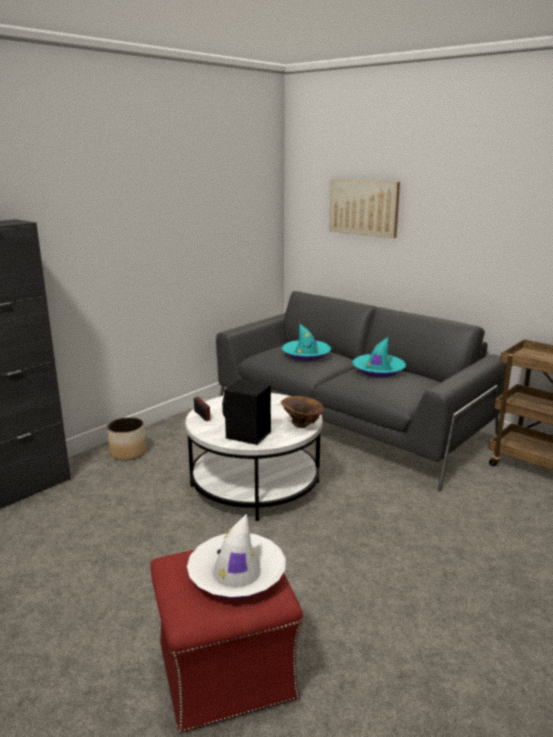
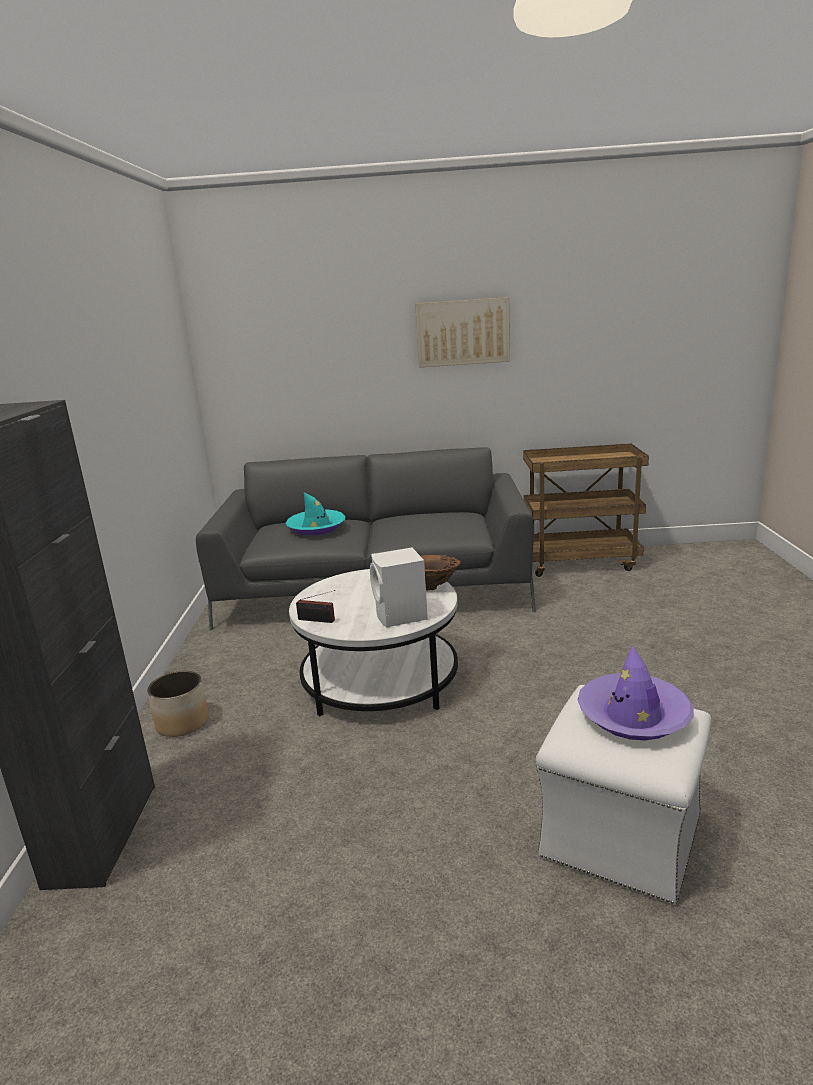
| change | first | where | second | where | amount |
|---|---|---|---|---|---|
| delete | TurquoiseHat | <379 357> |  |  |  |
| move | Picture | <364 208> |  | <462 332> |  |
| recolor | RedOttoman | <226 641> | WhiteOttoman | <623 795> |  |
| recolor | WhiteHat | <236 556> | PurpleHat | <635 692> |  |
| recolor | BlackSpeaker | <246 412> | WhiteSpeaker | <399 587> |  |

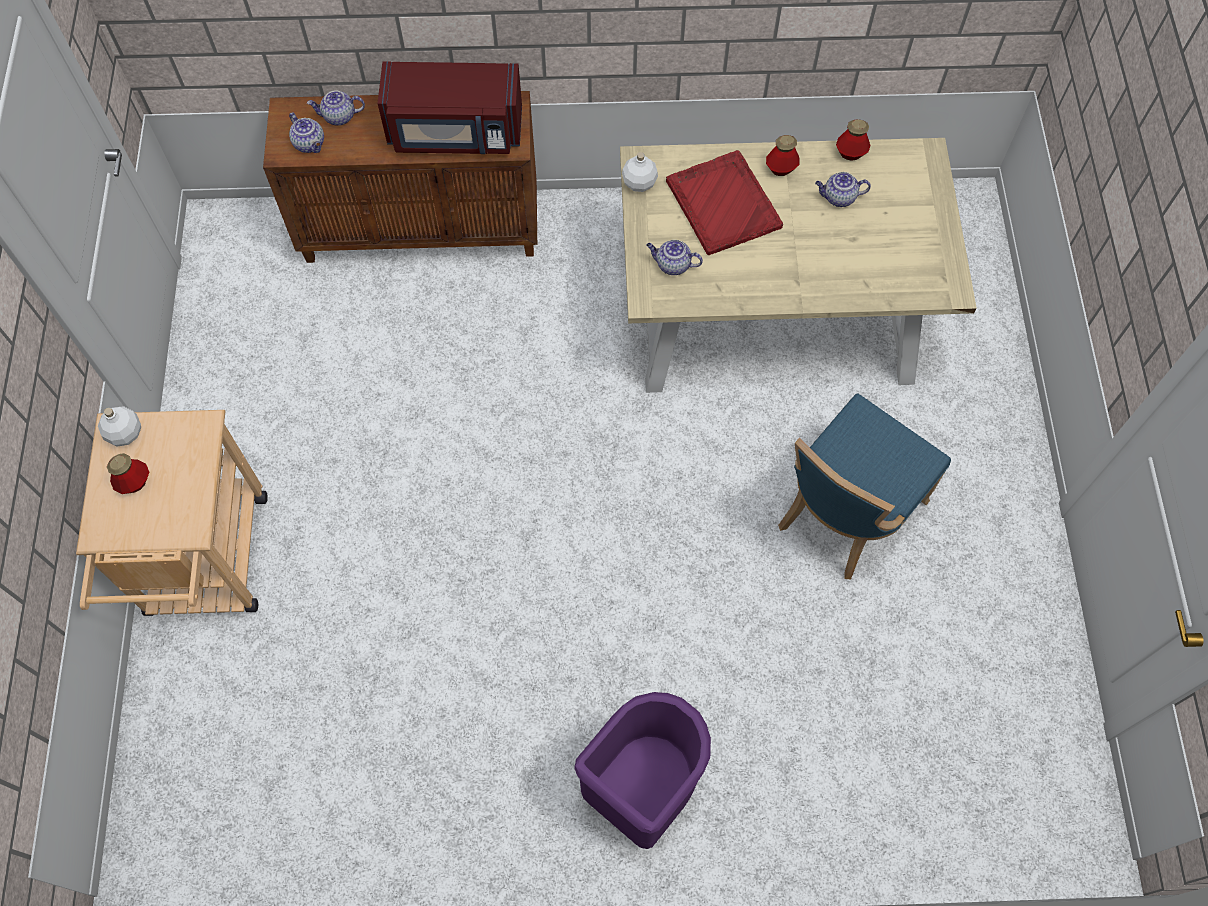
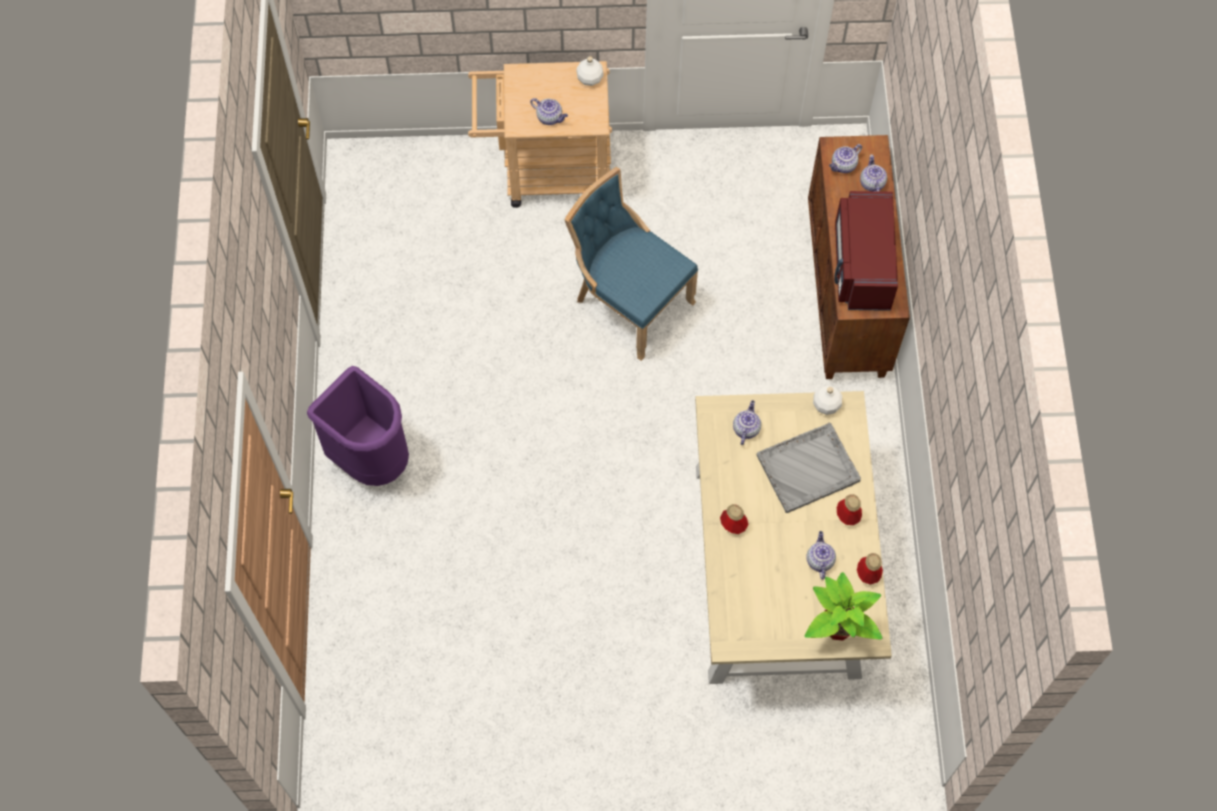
| change | first | where | second | where | amount |
|---|---|---|---|---|---|
| insert |  |  | Teapot | <549 111> |  |
| insert |  |  | PottedPlant | <843 606> |  |
| move | Bottle | <128 473> |  | <734 519> |  |
| move | BlueChair | <864 486> |  | <631 264> |  |
| recolor | RedTray | <724 202> | GreyTray | <809 468> |  |

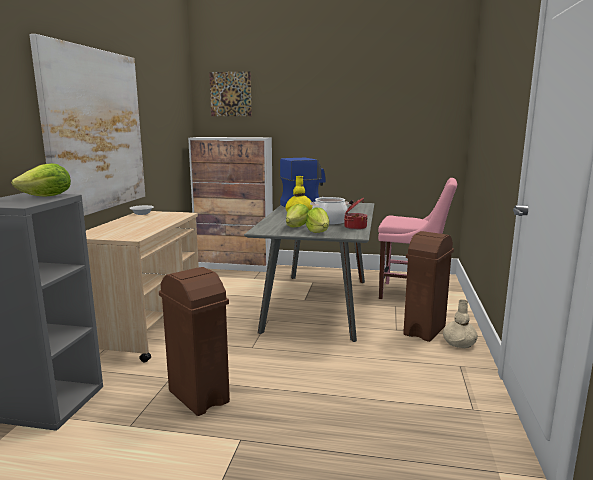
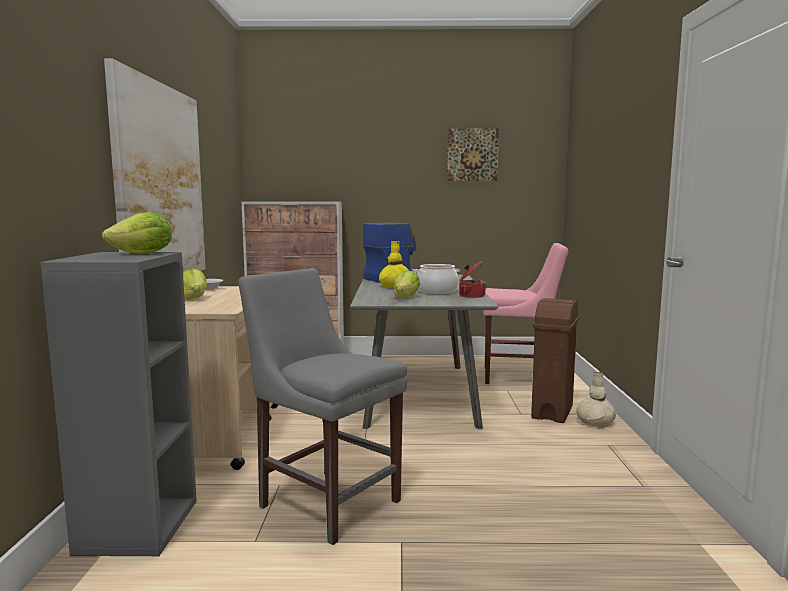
| change | first | where | second | where | amount |
|---|---|---|---|---|---|
| move | Picture | <230 93> |  | <473 155> |  |
| move | Lettuce | <317 220> |  | <195 284> |  |
| replace | BrownTrashCan | <194 341> | GreyChair | <323 406> |  |

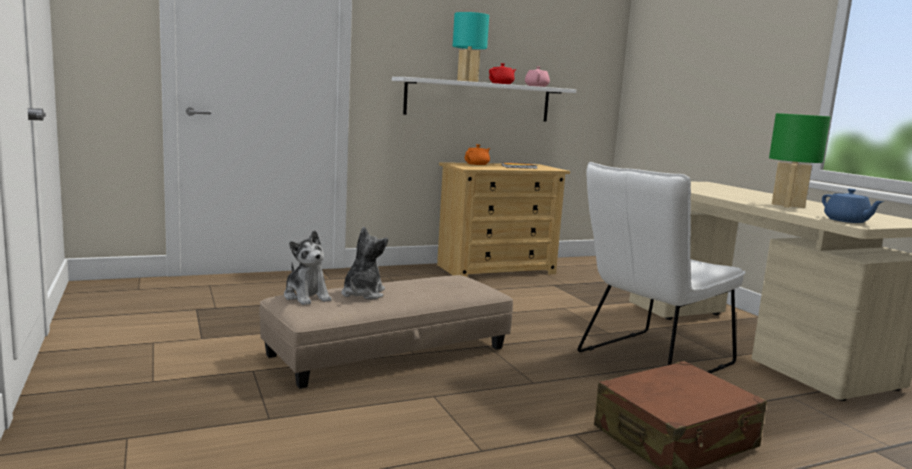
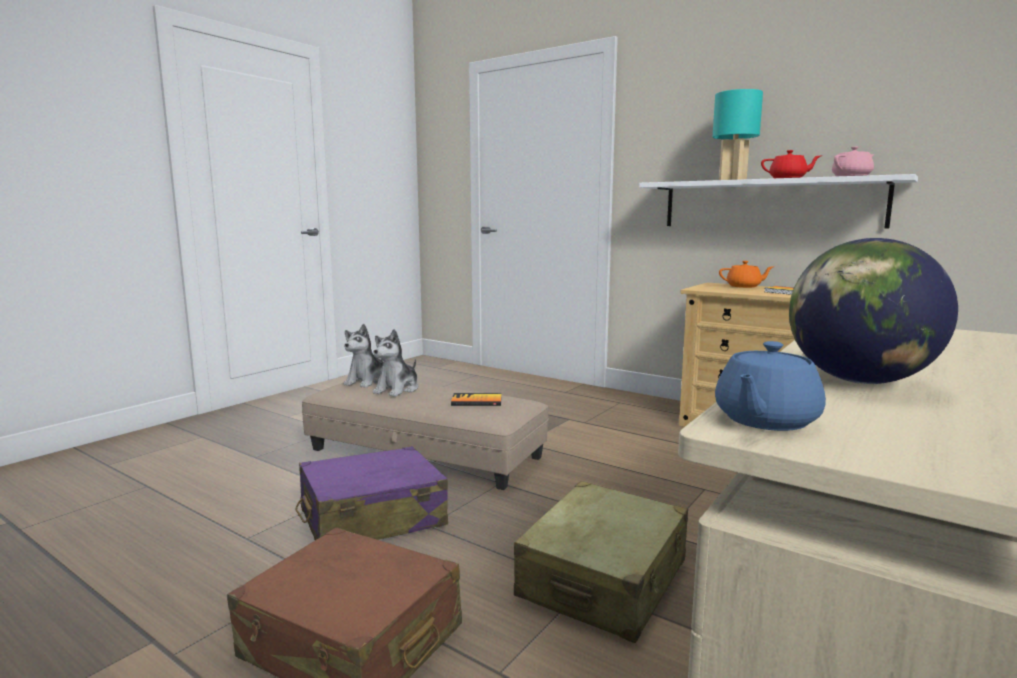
| change | first | where | second | where | amount |
|---|---|---|---|---|---|
| insert |  |  | PurpleSuitcase | <371 493> |  |
| insert |  |  | Book | <476 399> |  |
| replace | WhiteChair | <661 268> | BeigeSuitcase | <601 562> |  |
| replace | GreenTableLamp | <800 160> | Globe | <873 311> |  |
| rotate | PlushToy | <364 263> |  | <395 363> | 135 degrees clockwise |

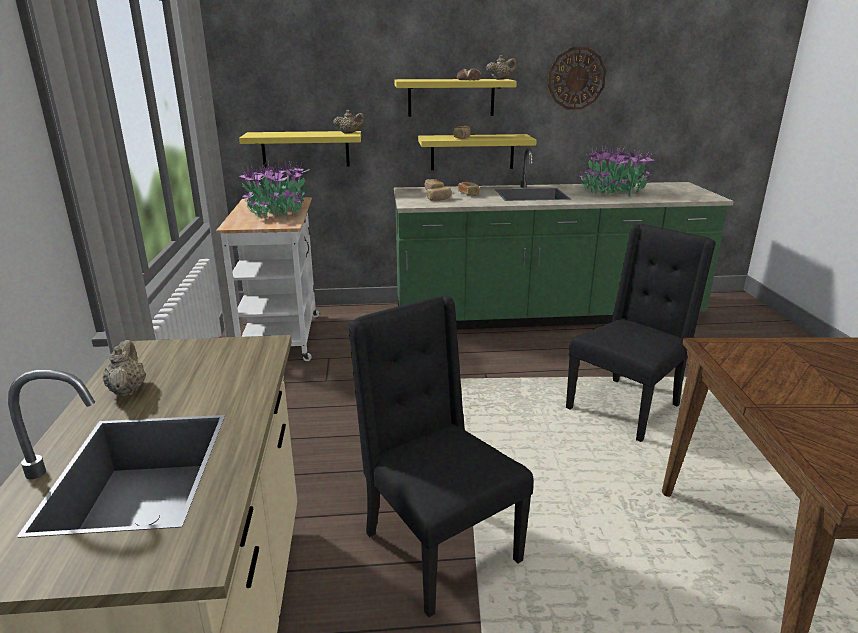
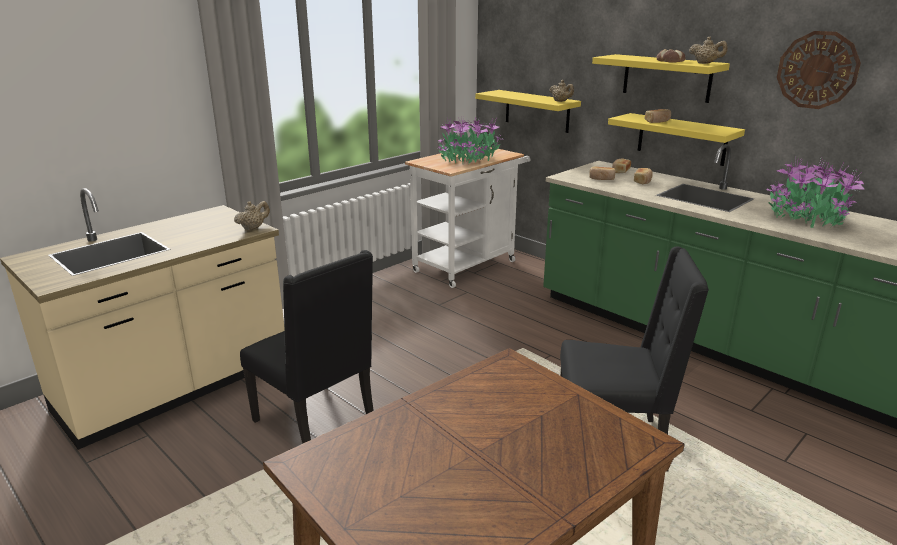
| change | first | where | second | where | amount |
|---|---|---|---|---|---|
| move | BeigeTeapot | <124 368> |  | <252 216> |  |
| rotate | BlackChair | <440 457> |  | <307 347> | 120 degrees clockwise |

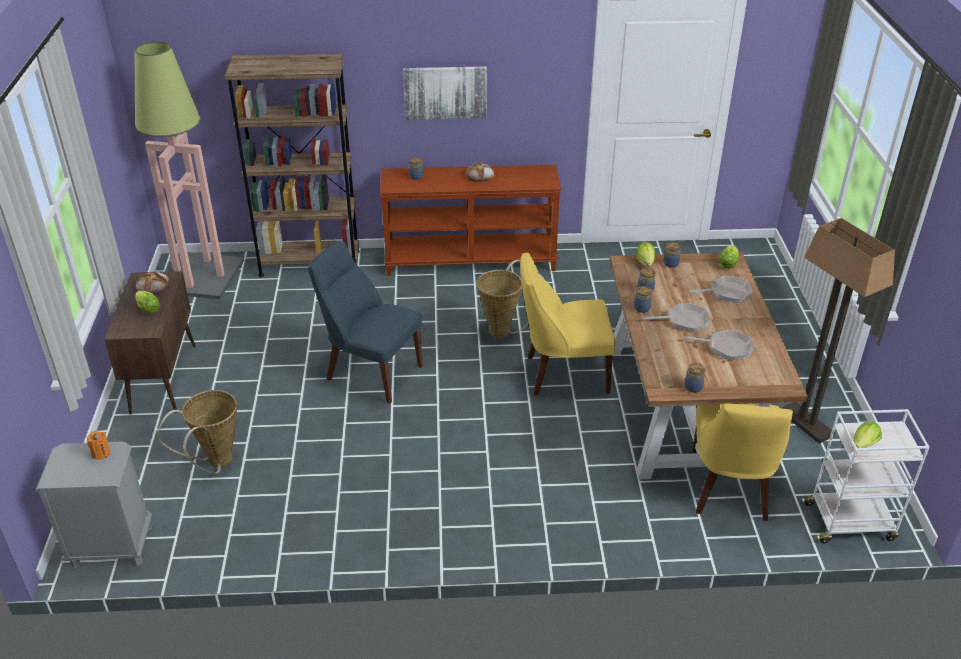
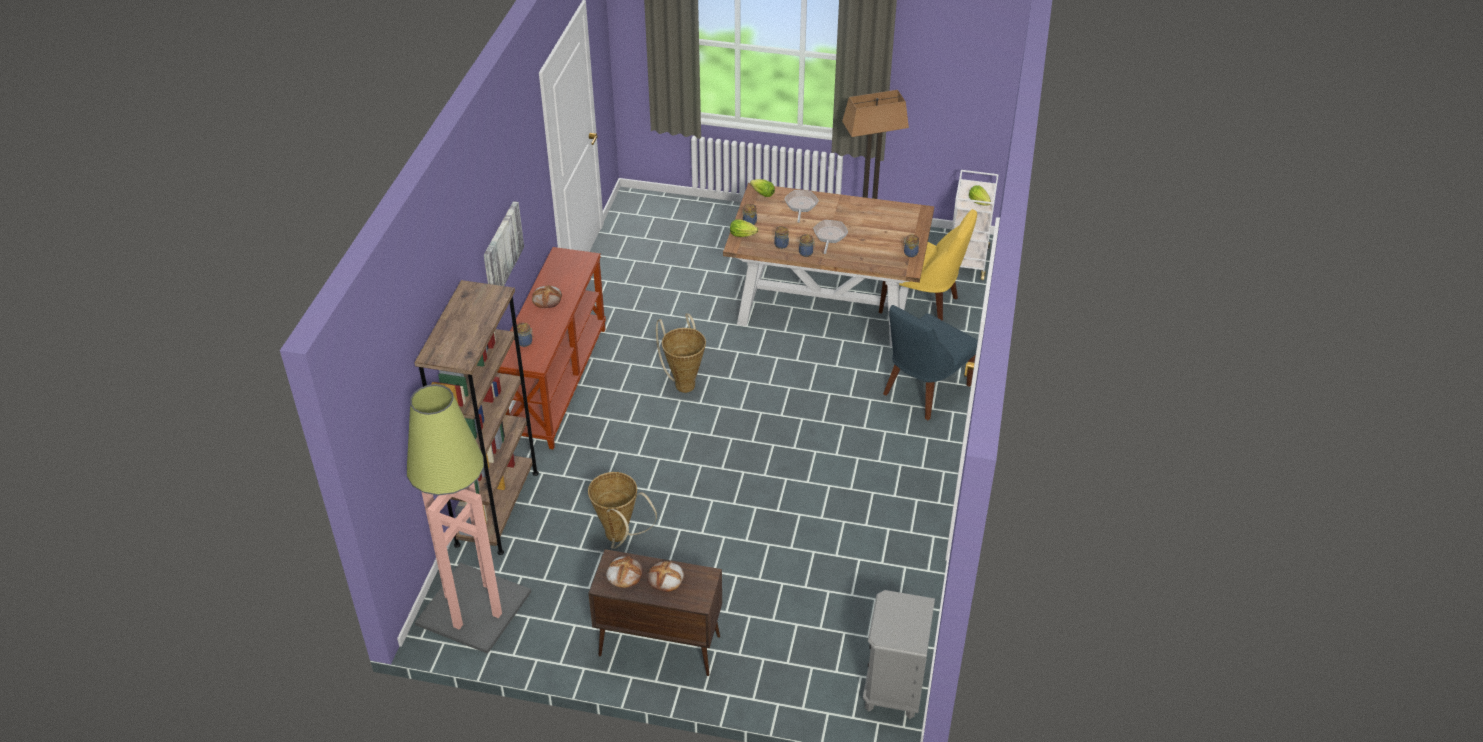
| change | first | where | second | where | amount |
|---|---|---|---|---|---|
| delete | OrangeCandle | <99 445> |  |  |  |
| delete | YellowChair | <567 324> |  |  |  |
| delete | FryingPan | <718 344> |  |  |  |
| move | Basket | <197 432> |  | <622 510> |  |
| move | BlueChair | <365 322> |  | <930 362> |  |
| replace | Lettuce | <147 302> | Bread | <665 576> |  |

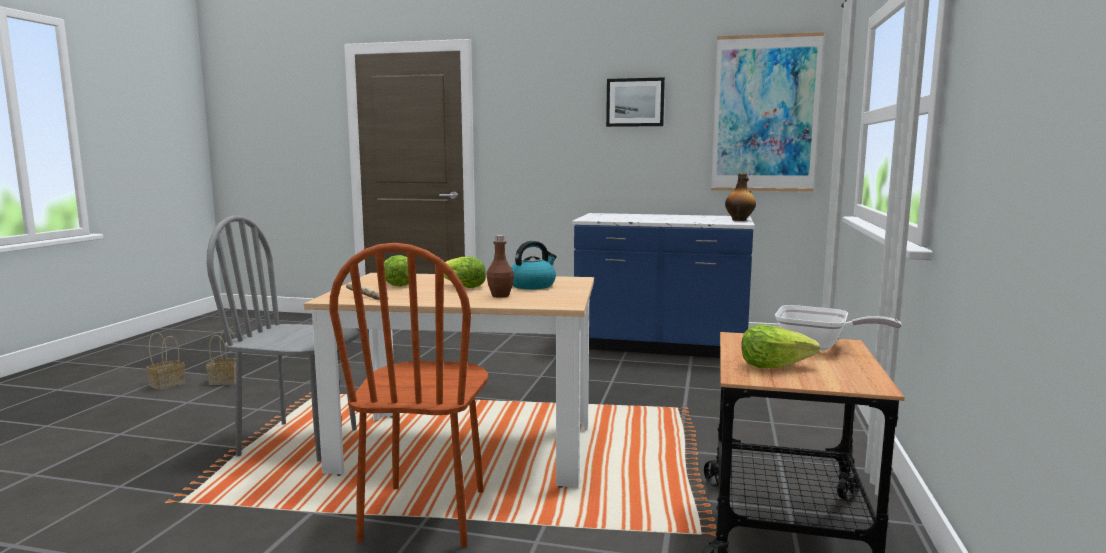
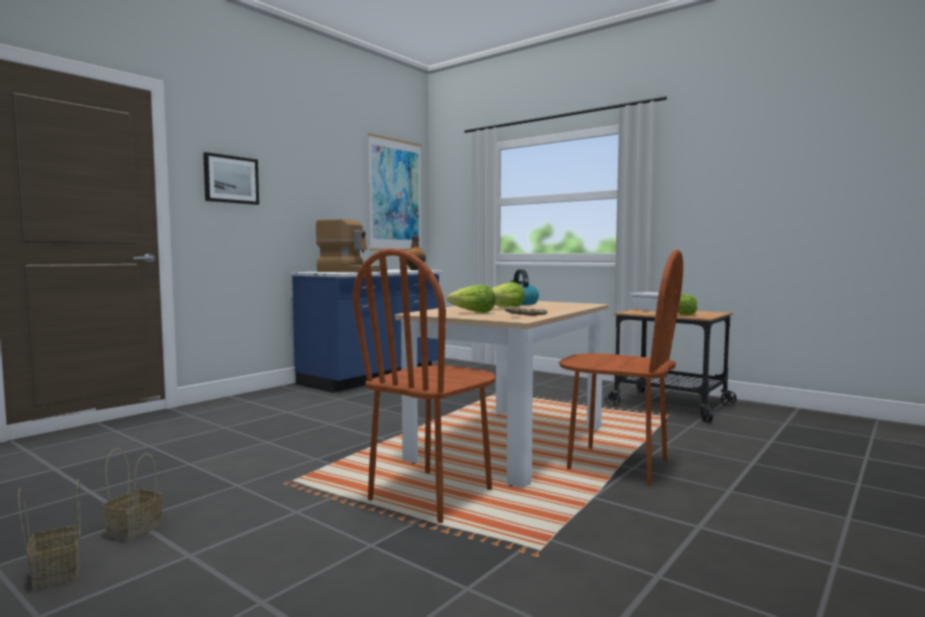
| change | first | where | second | where | amount |
|---|---|---|---|---|---|
| delete | BrownBottle | <500 266> |  |  |  |
| insert |  |  | CoffeeMachine | <348 245> |  |
| move | Picture | <635 102> |  | <231 178> |  |
| recolor | GreyChair | <283 338> | BrownChair | <424 385> |  |

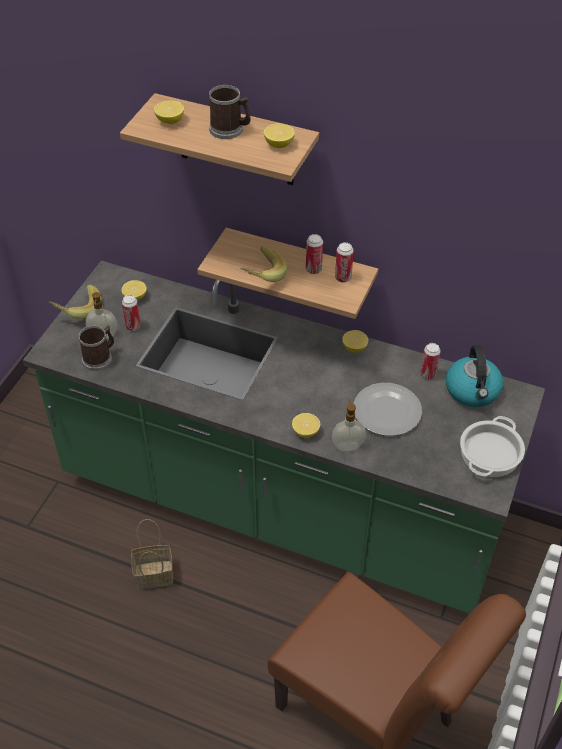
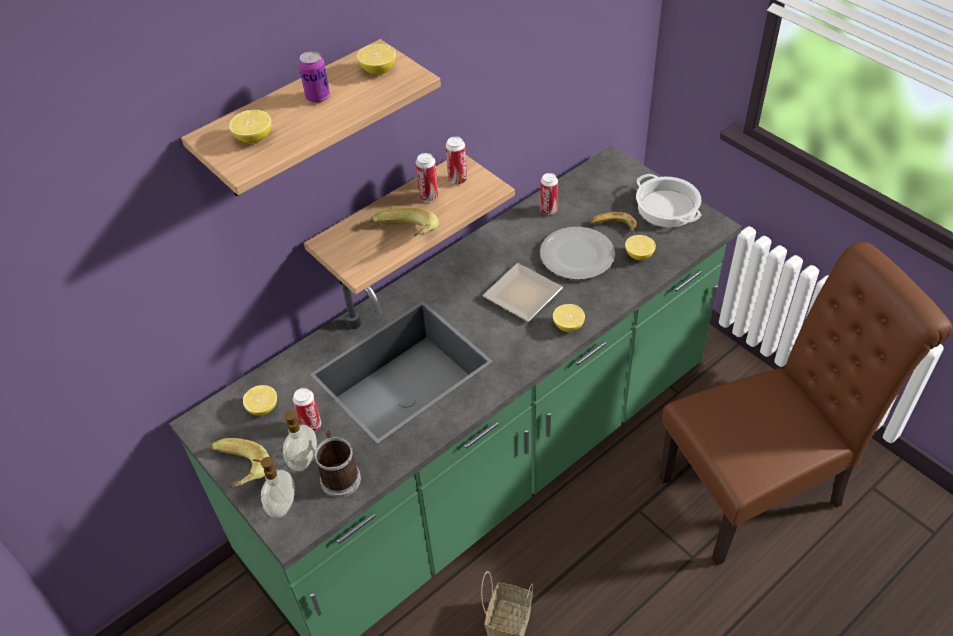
| change | first | where | second | where | amount |
|---|---|---|---|---|---|
| delete | Kettle | <474 376> |  |  |  |
| insert |  |  | Plate | <523 292> |  |
| insert |  |  | Banana | <613 223> |  |
| move | SoapDispenser | <349 425> |  | <274 487> |  |
| move | Lemon | <355 341> |  | <640 248> |  |
| replace | Mug | <230 112> | Can | <314 77> |  |

